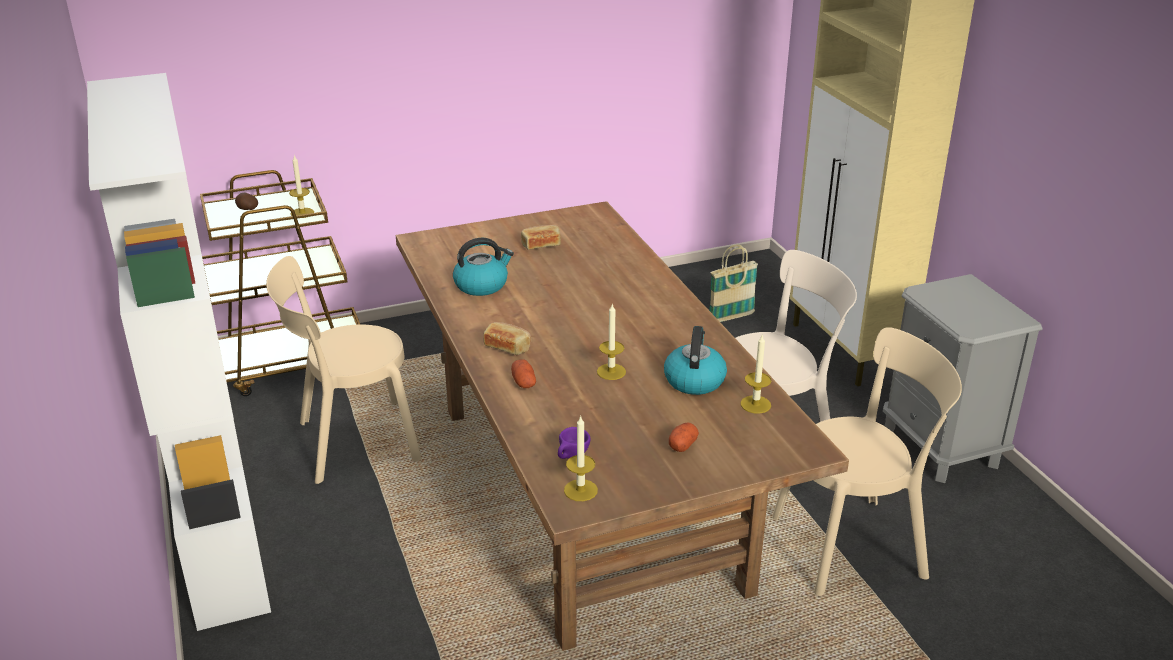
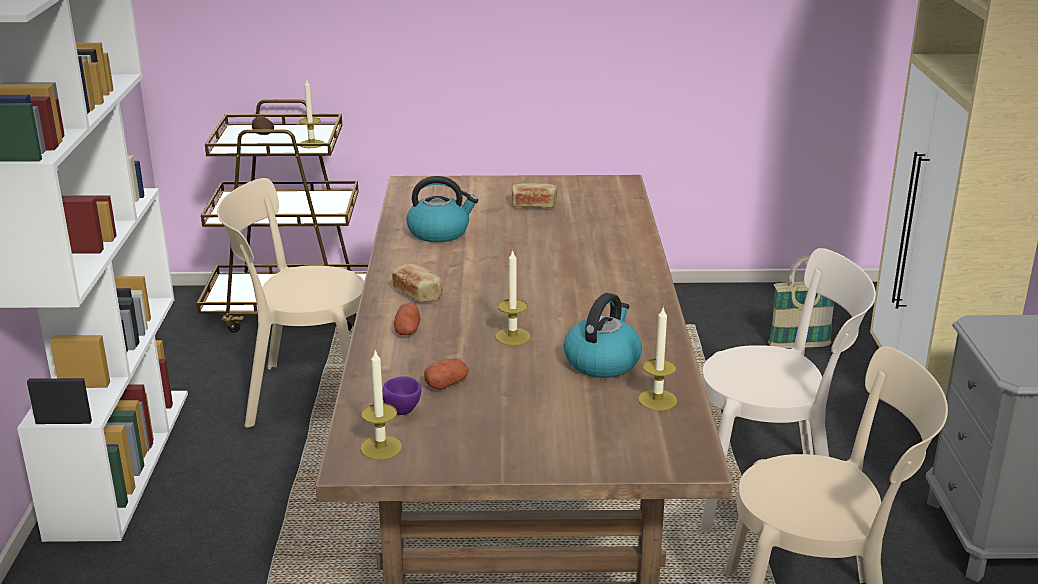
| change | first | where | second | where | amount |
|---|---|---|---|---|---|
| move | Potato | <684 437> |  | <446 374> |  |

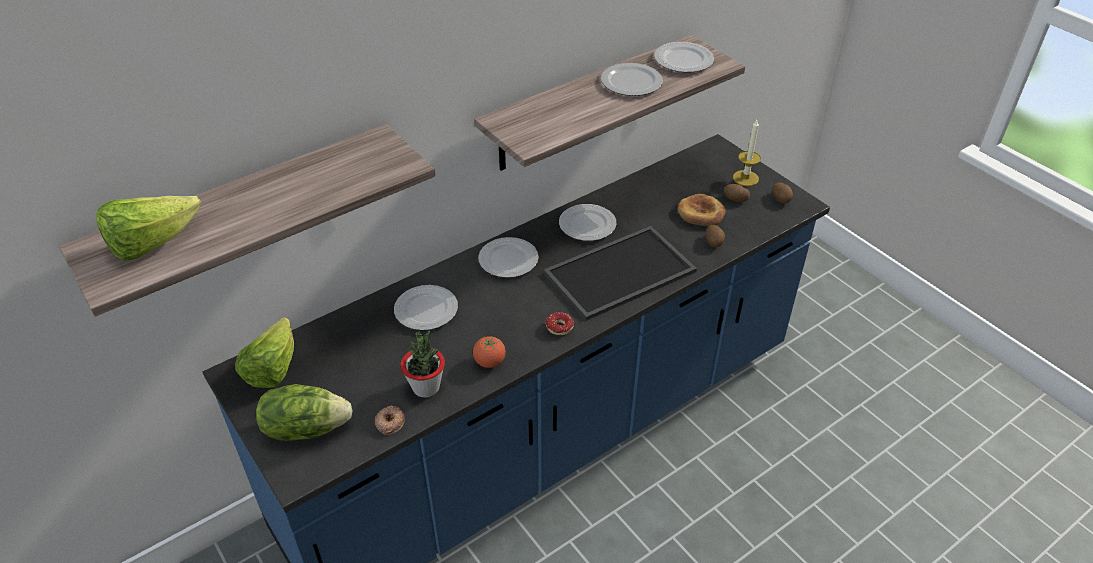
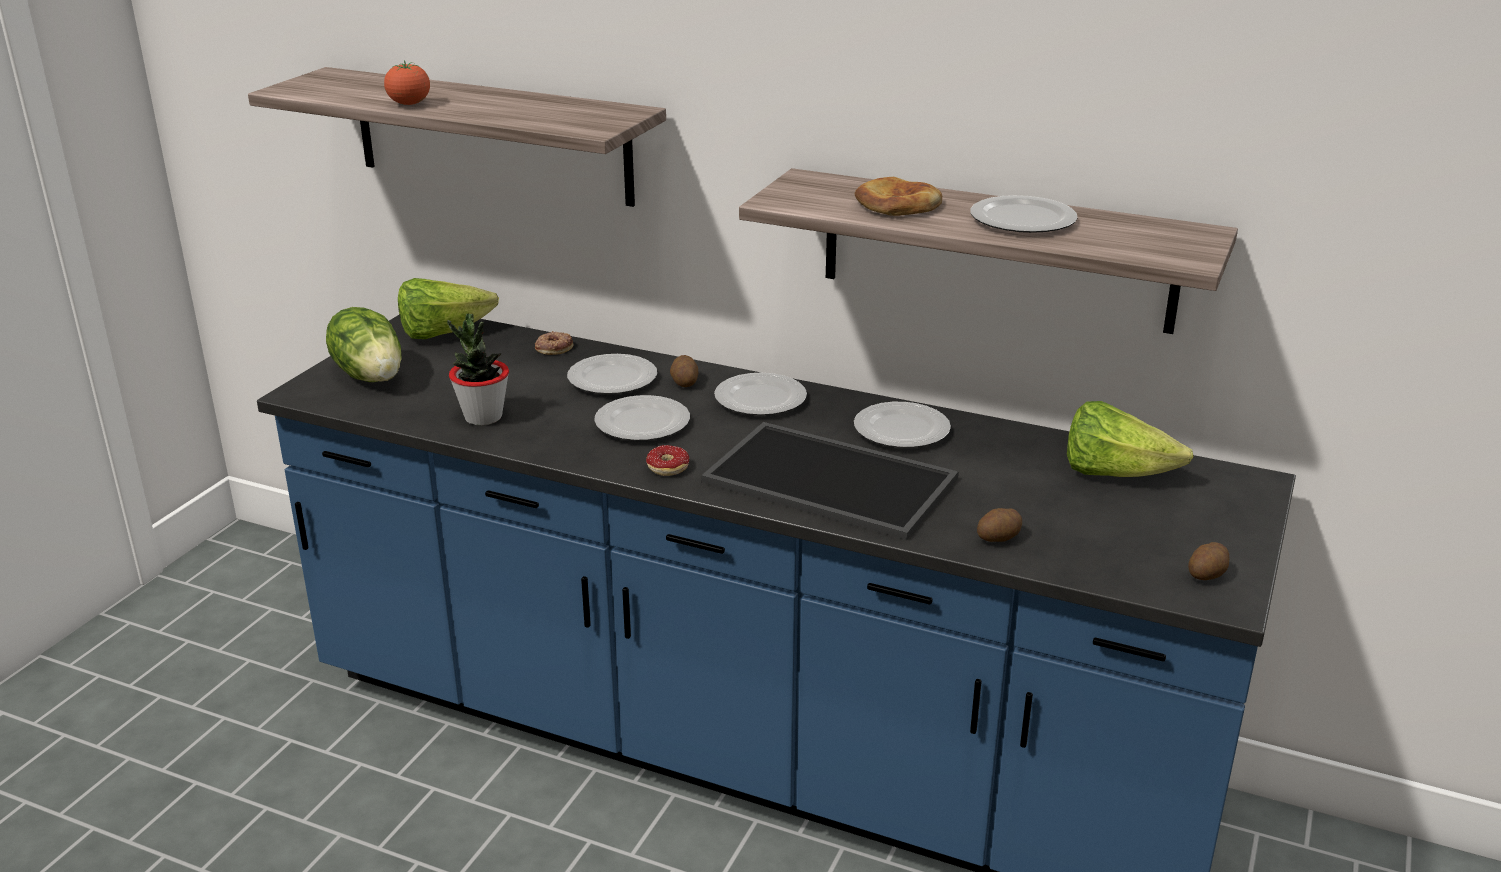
| change | first | where | second | where | amount |
|---|---|---|---|---|---|
| delete | Candle | <747 153> |  |  |  |
| move | Lettuce | <148 228> |  | <1130 439> |  |
| move | Donut | <390 420> |  | <554 343> |  |
| move | Tomato | <489 352> |  | <407 82> |  |
| move | Plate | <684 57> |  | <642 418> |  |
| move | Bread | <702 210> |  | <898 196> |  |
| move | Potato | <737 193> |  | <684 371> |  |

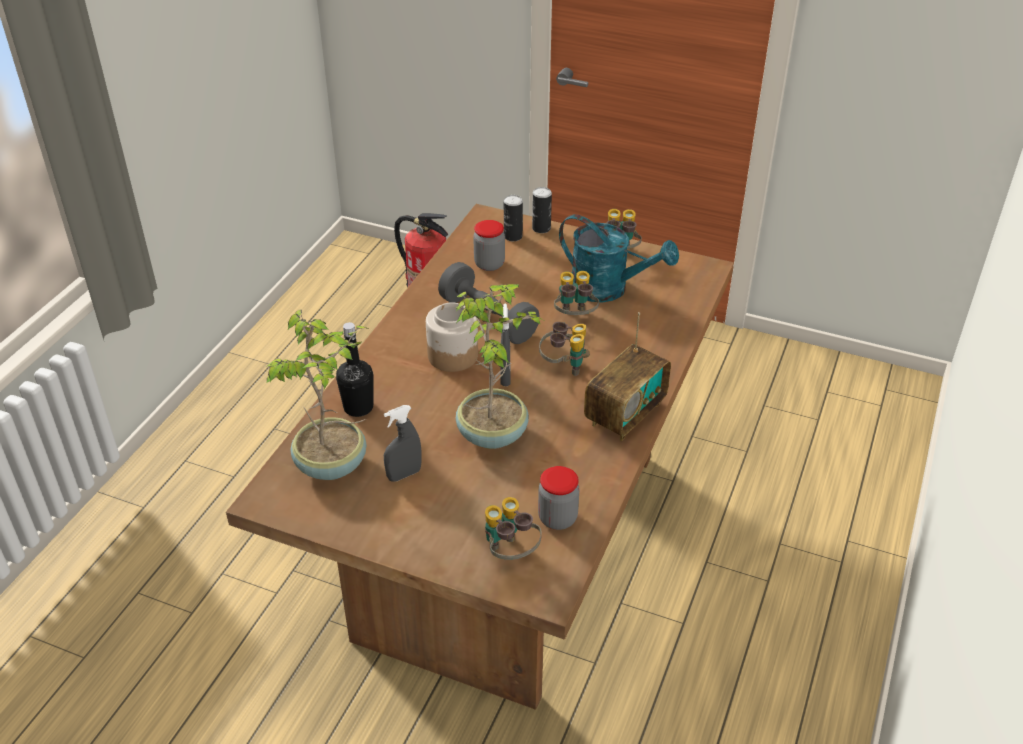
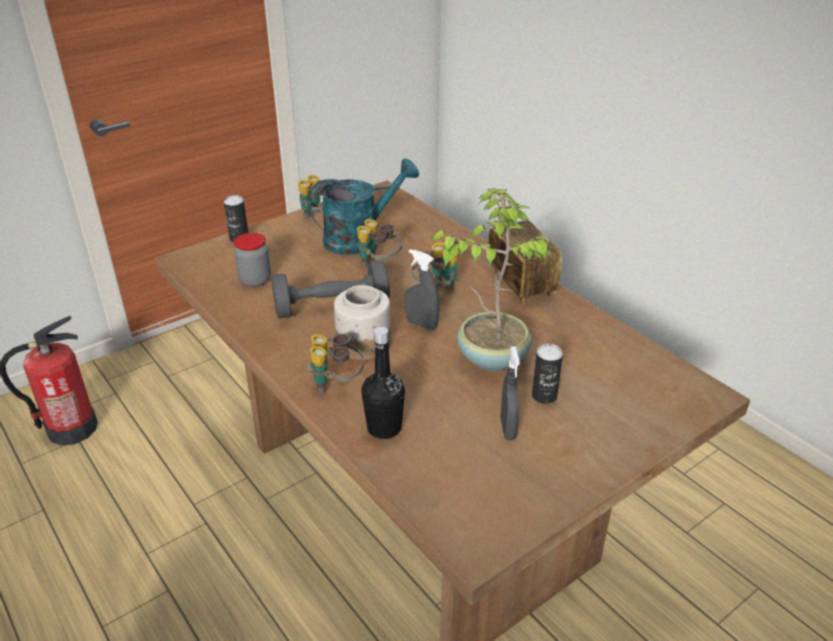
| change | first | where | second | where | amount |
|---|---|---|---|---|---|
| delete | PottedPlant | <317 395> |  |  |  |
| delete | Jar | <558 498> |  |  |  |
| move | Binoculars | <513 528> |  | <335 364> |  |
| move | Can | <513 218> |  | <547 374> |  |

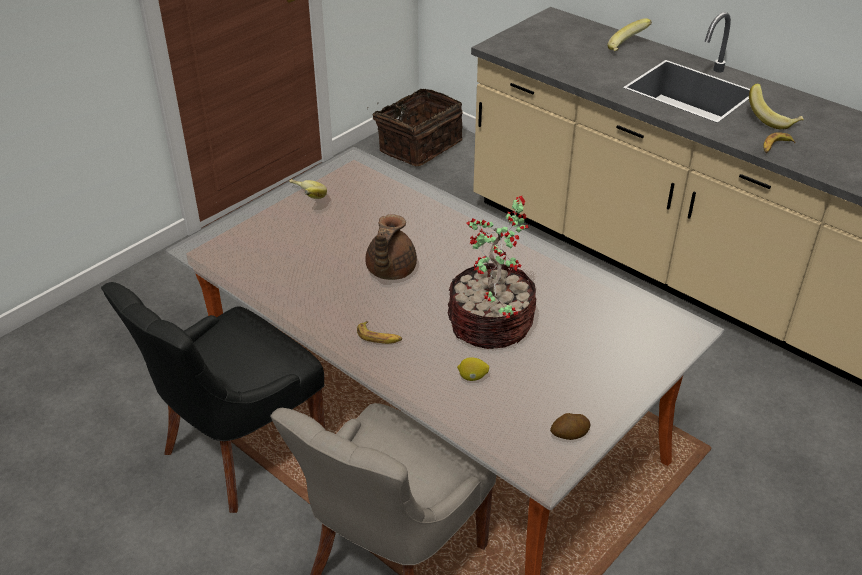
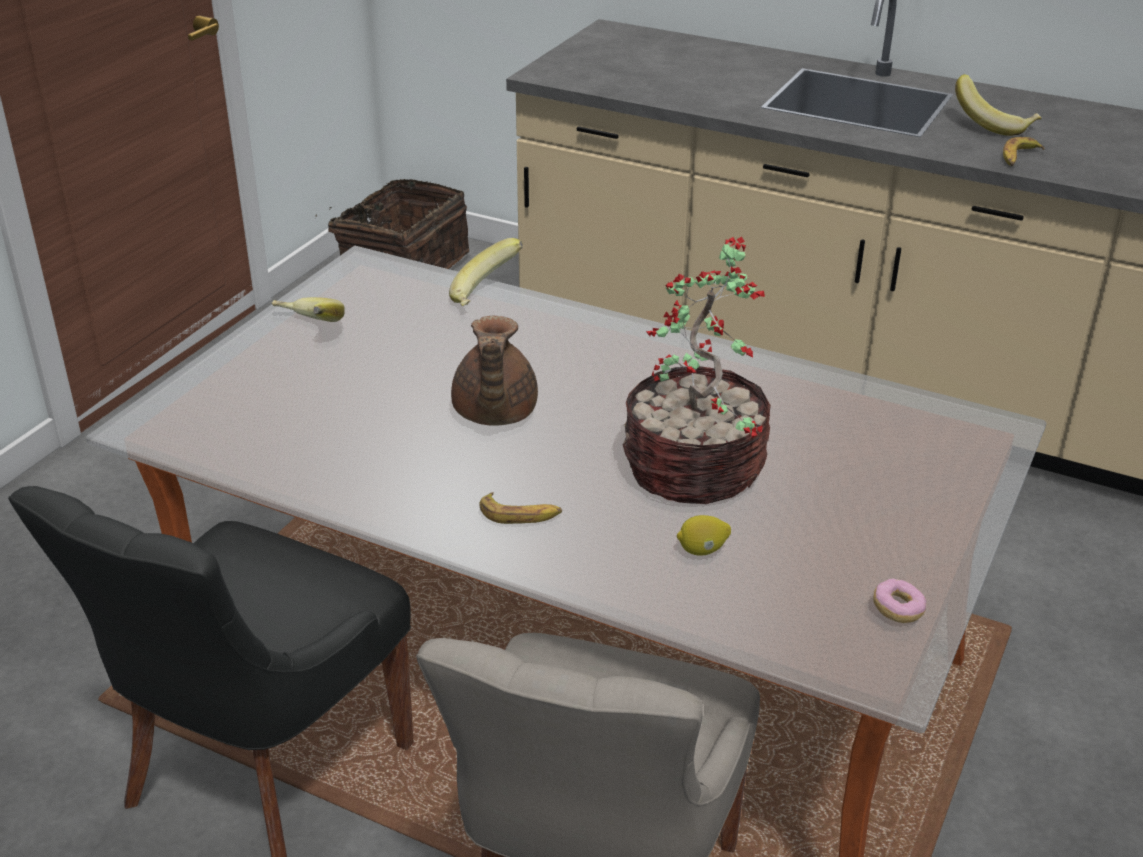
| change | first | where | second | where | amount |
|---|---|---|---|---|---|
| move | Banana | <630 34> |  | <486 272> |  |
| replace | Potato | <570 426> | Donut | <899 601> |  |

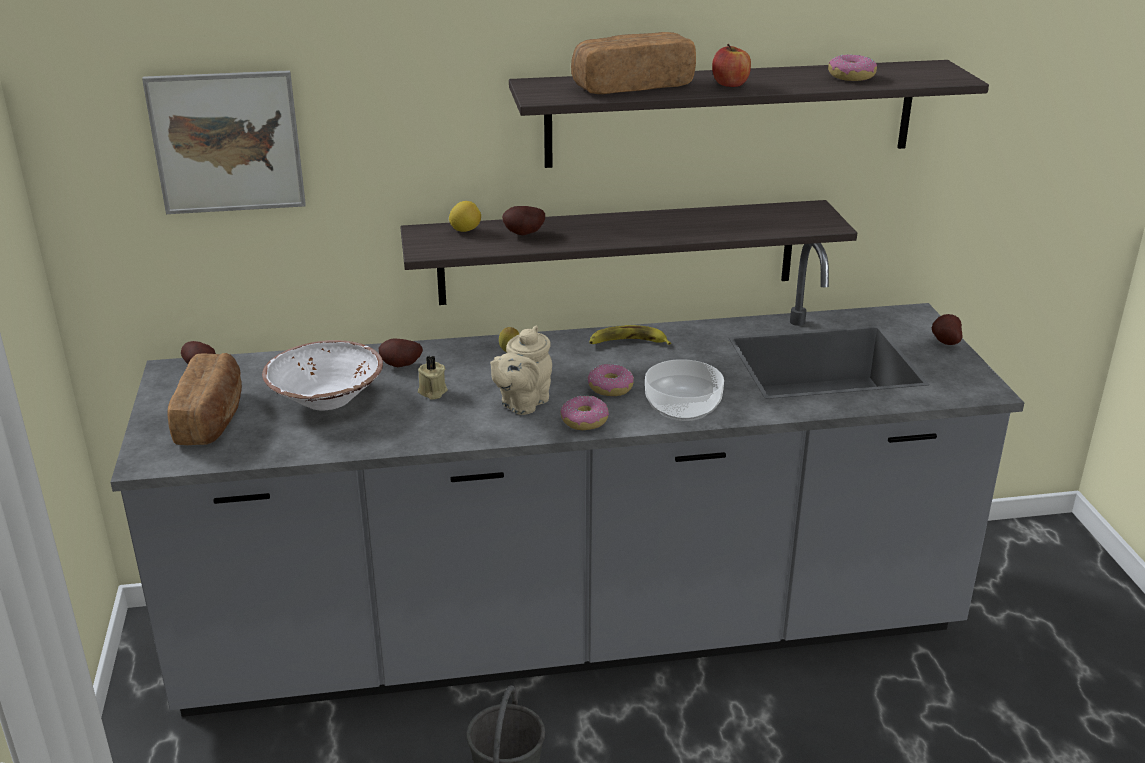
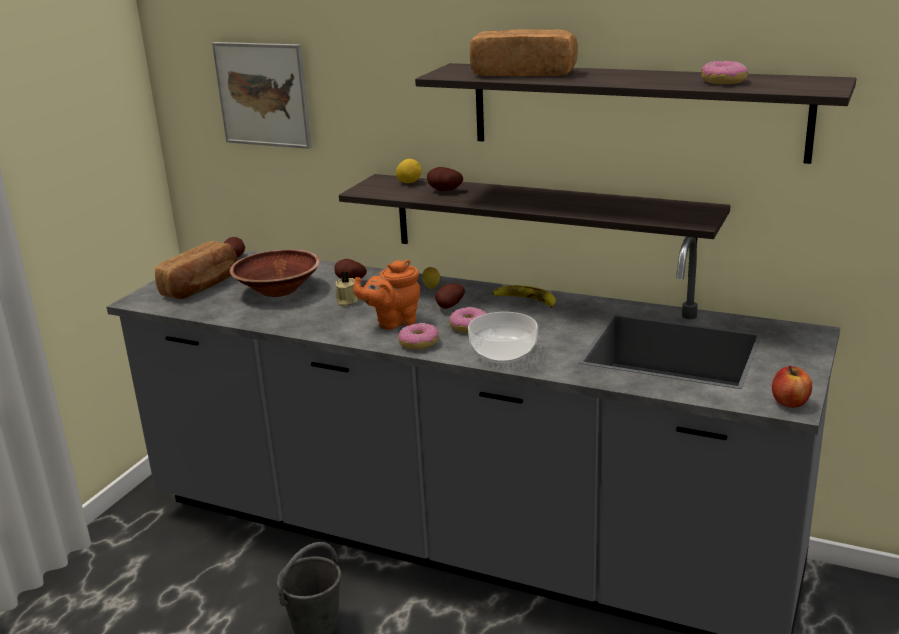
| change | first | where | second | where | amount |
|---|---|---|---|---|---|
| move | Apple | <731 65> |  | <792 387> |  |
| move | Potato | <947 329> |  | <450 296> |  |
| recolor | WhiteBowl | <322 375> | BrownBowl | <275 273> |  |
| recolor | BeigeTeapot | <521 370> | OrangeTeapot | <386 295> |  |

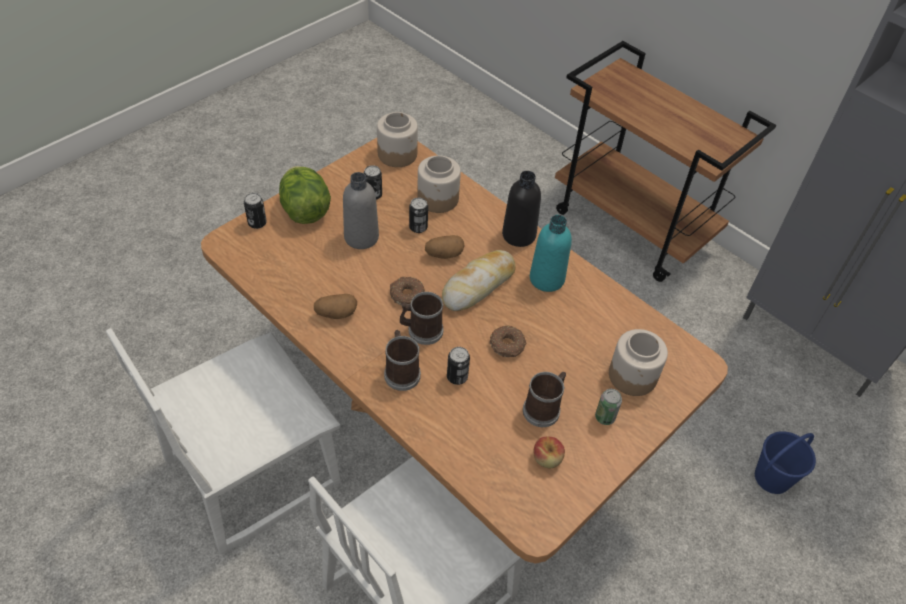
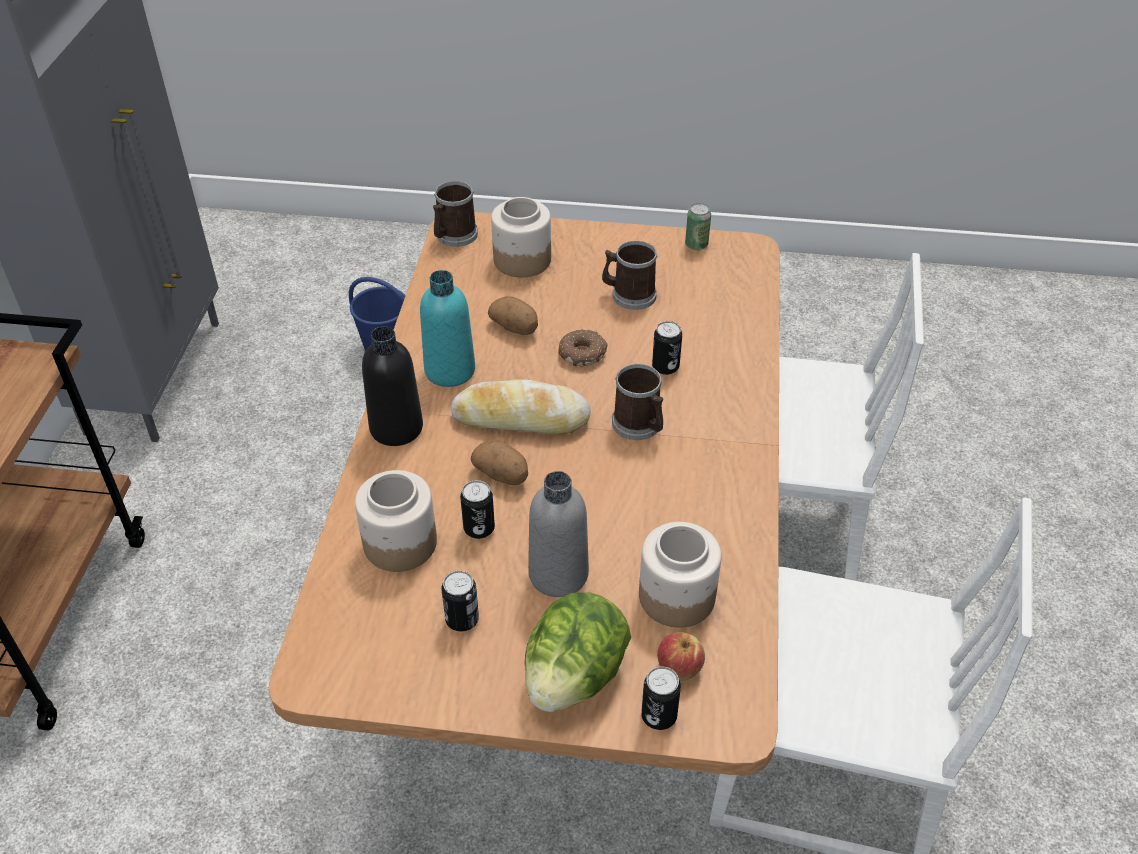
| change | first | where | second | where | amount |
|---|---|---|---|---|---|
| delete | Donut | <407 291> |  |  |  |
| move | Potato | <335 306> |  | <513 315> |  |
| move | Jar | <397 139> |  | <680 575> |  |
| move | Mug | <402 360> |  | <455 214> |  |
| move | Apple | <549 452> |  | <681 656> |  |
| move | Can | <608 407> |  | <698 226> |  |

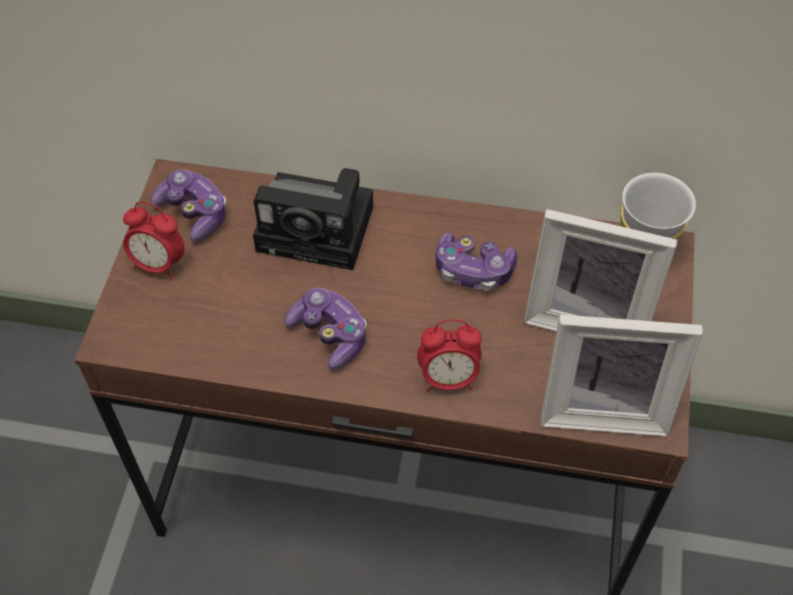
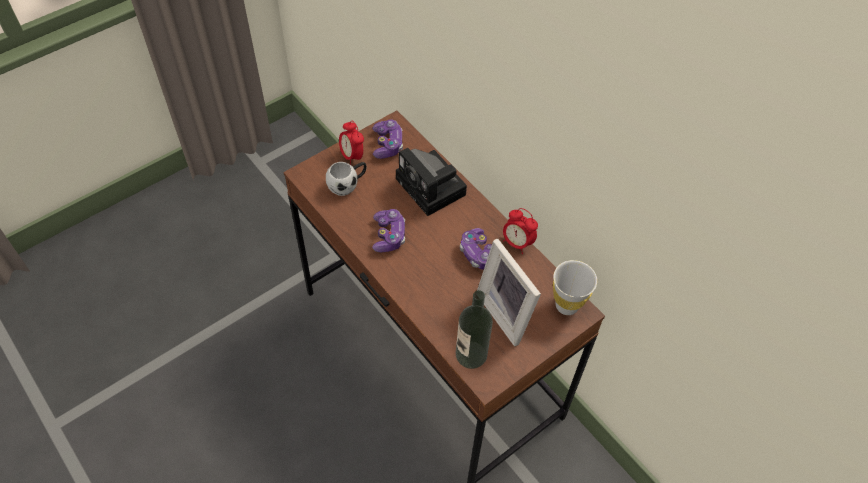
| change | first | where | second | where | amount |
|---|---|---|---|---|---|
| insert |  |  | WhiteMug | <346 179> |  |
| move | AlarmClock | <449 355> |  | <520 231> |  |
| replace | PictureFrame | <622 375> | Bottle | <474 329> |  |

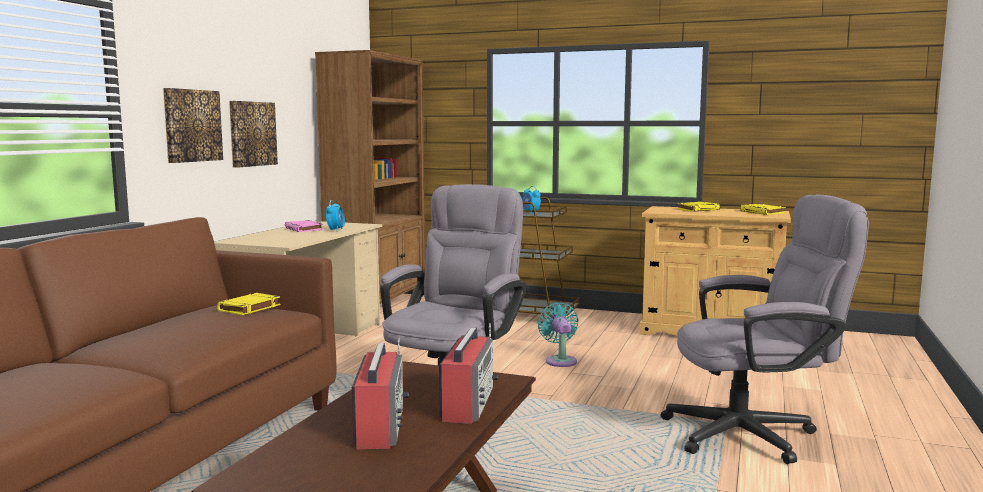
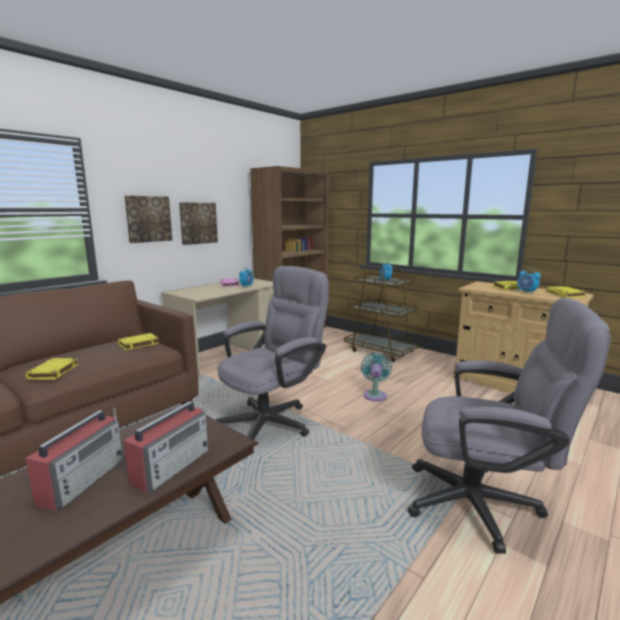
| change | first | where | second | where | amount |
|---|---|---|---|---|---|
| insert |  |  | YellowBook | <52 369> |  |
| insert |  |  | AlarmClock | <529 281> |  |

